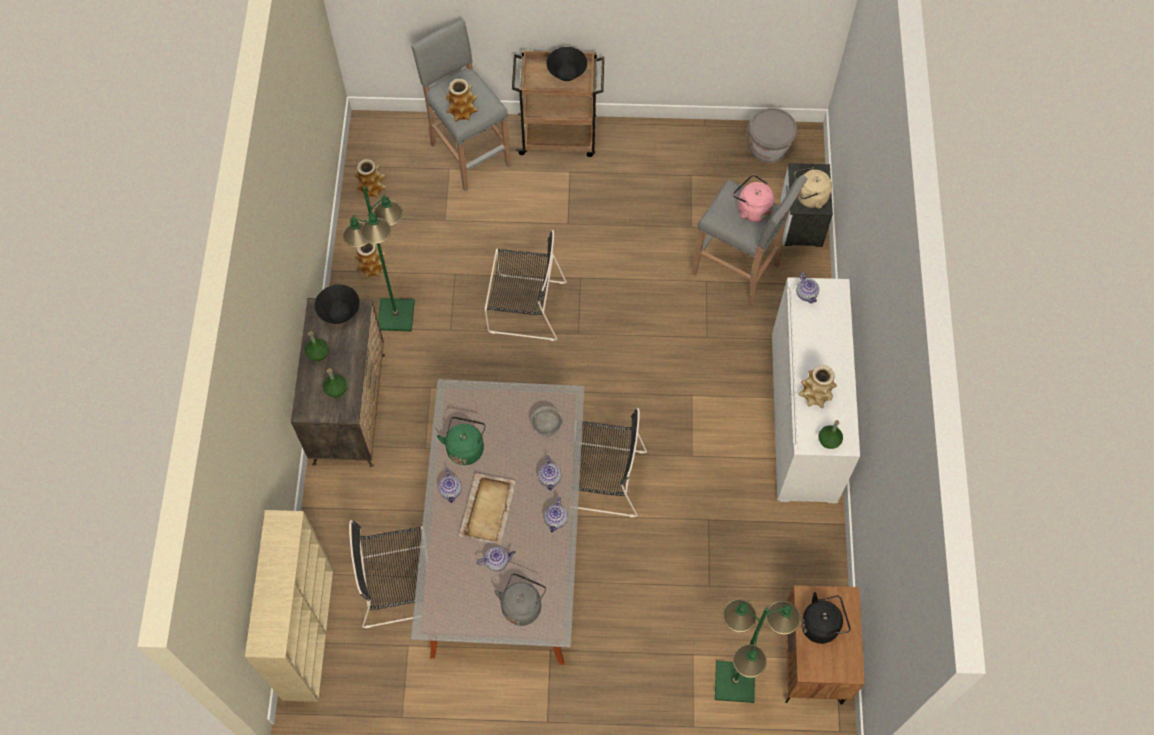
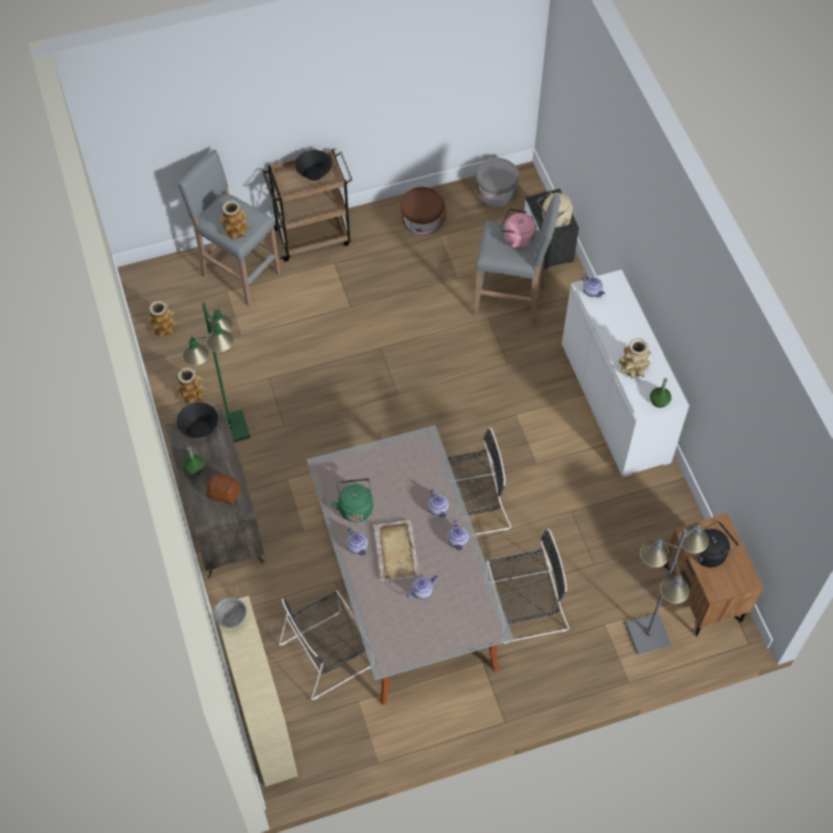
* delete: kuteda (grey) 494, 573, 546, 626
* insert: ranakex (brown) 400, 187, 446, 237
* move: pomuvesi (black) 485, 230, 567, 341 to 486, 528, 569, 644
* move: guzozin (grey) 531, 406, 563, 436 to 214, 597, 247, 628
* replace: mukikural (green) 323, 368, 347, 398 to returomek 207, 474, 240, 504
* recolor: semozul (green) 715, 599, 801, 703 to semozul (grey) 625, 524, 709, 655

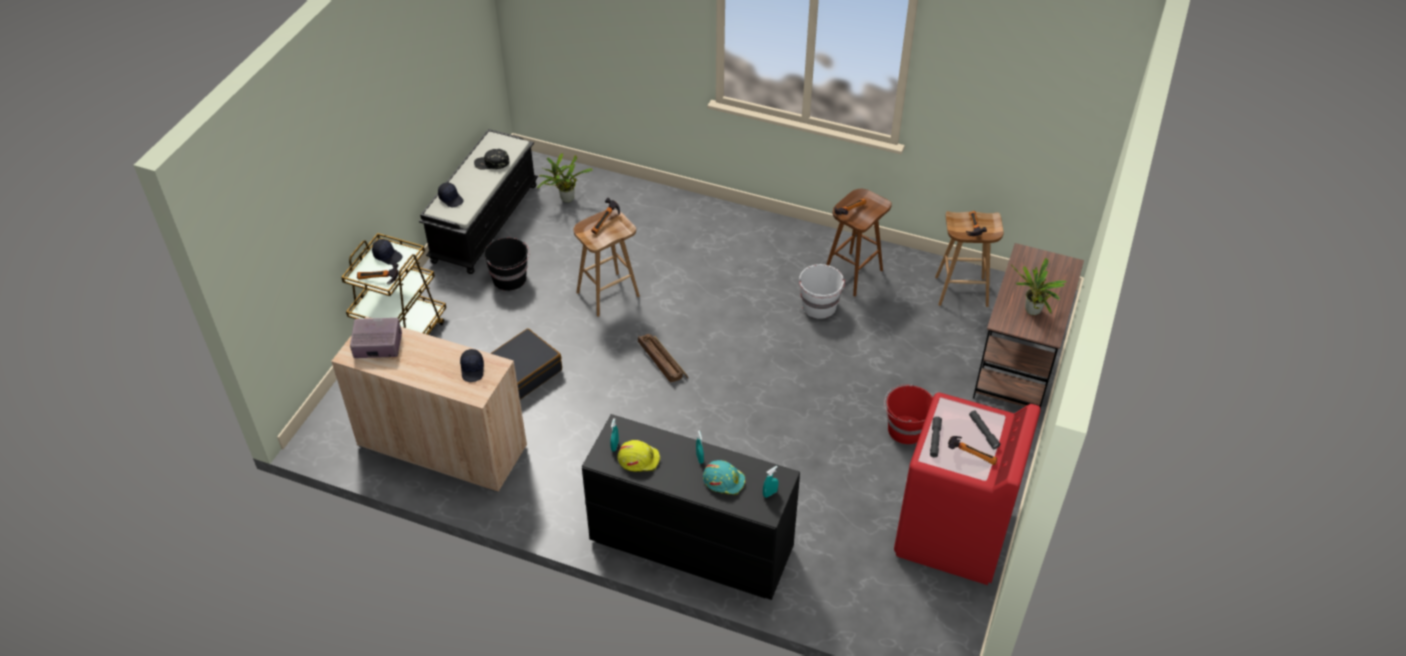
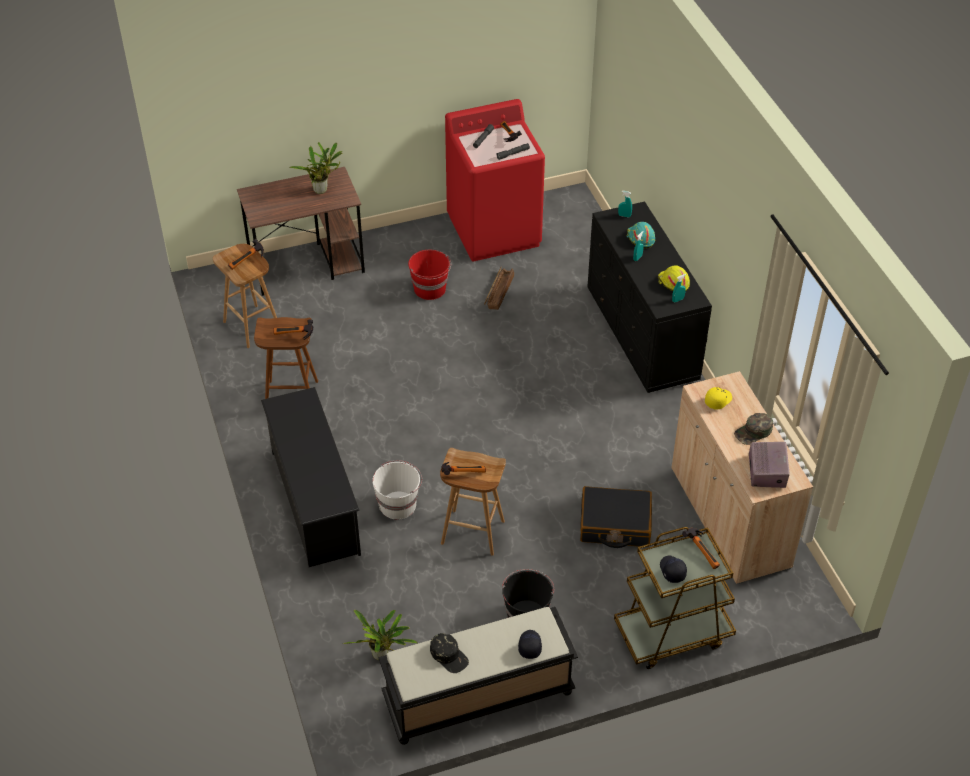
* insert: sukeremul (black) 261, 387, 361, 567
* insert: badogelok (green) 734, 413, 773, 445
* move: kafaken 638, 334, 688, 382 to 484, 268, 514, 310
* move: ranakex (white) 799, 264, 845, 319 to 372, 460, 422, 519
* recolor: badogelok (black) 460, 349, 484, 382 to badogelok (yellow) 705, 387, 732, 410
* rotate: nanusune 350, 318, 402, 358 = 749, 442, 790, 488 135 degrees counterclockwise

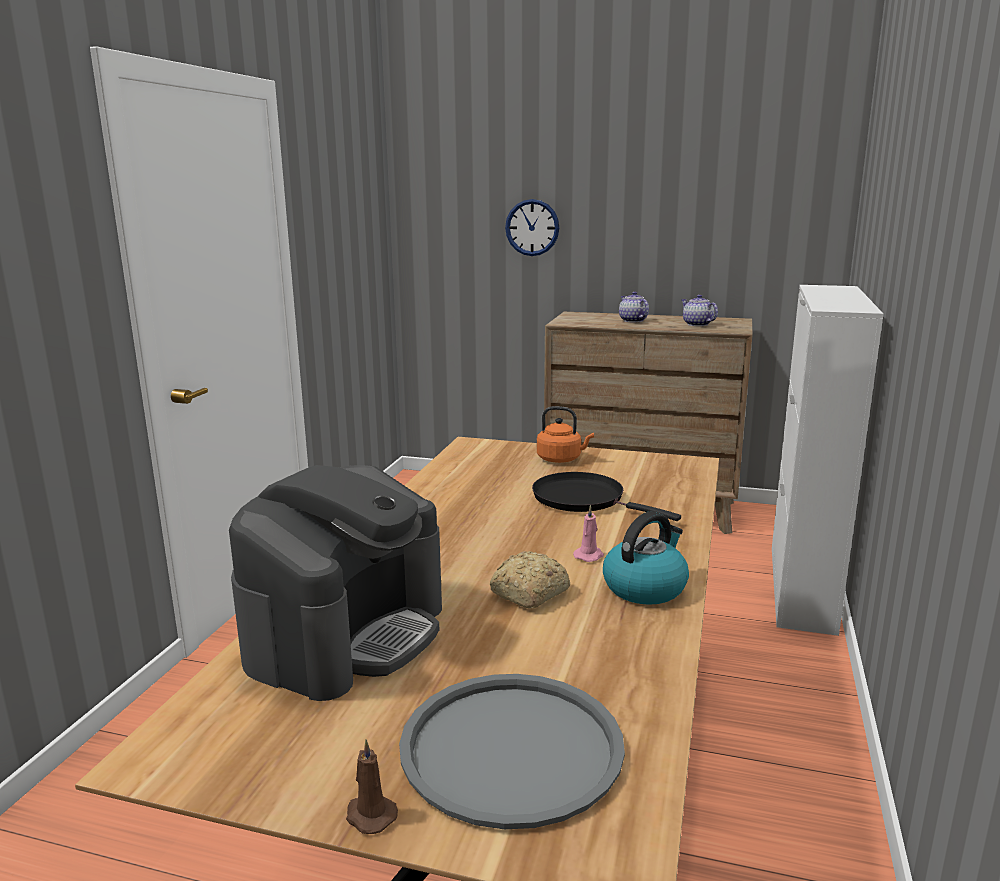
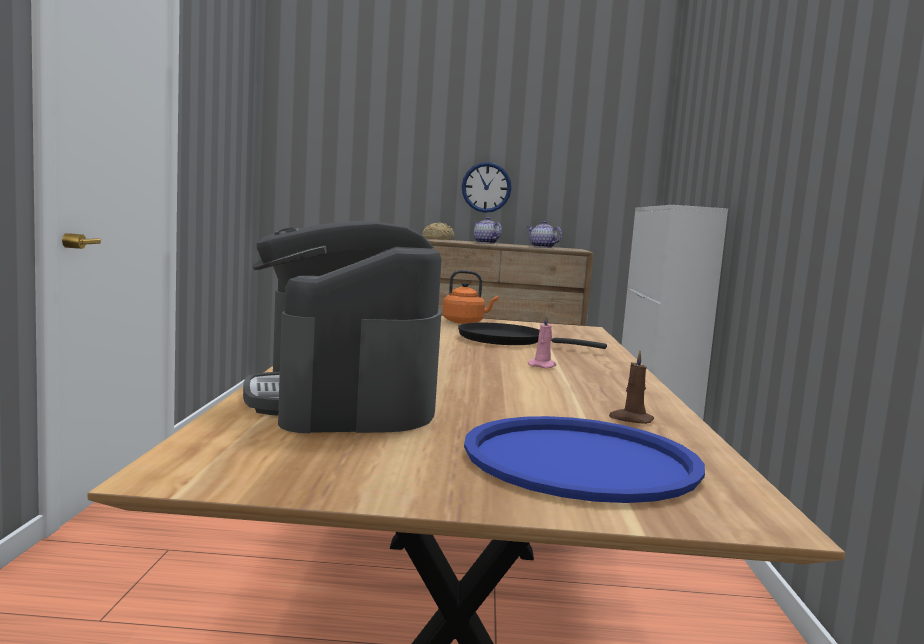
* delete: kuteda 603, 511, 689, 605
* move: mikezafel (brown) 346, 739, 398, 834 to 609, 350, 654, 424
* move: returomek 489, 551, 570, 609 to 422, 222, 455, 240
* move: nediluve 505, 199, 559, 256 to 462, 162, 511, 213
* recolor: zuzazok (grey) 399, 674, 625, 829 to zuzazok (blue) 464, 416, 705, 503
* rotate: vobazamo 229, 465, 442, 701 = 243, 220, 442, 433 150 degrees clockwise

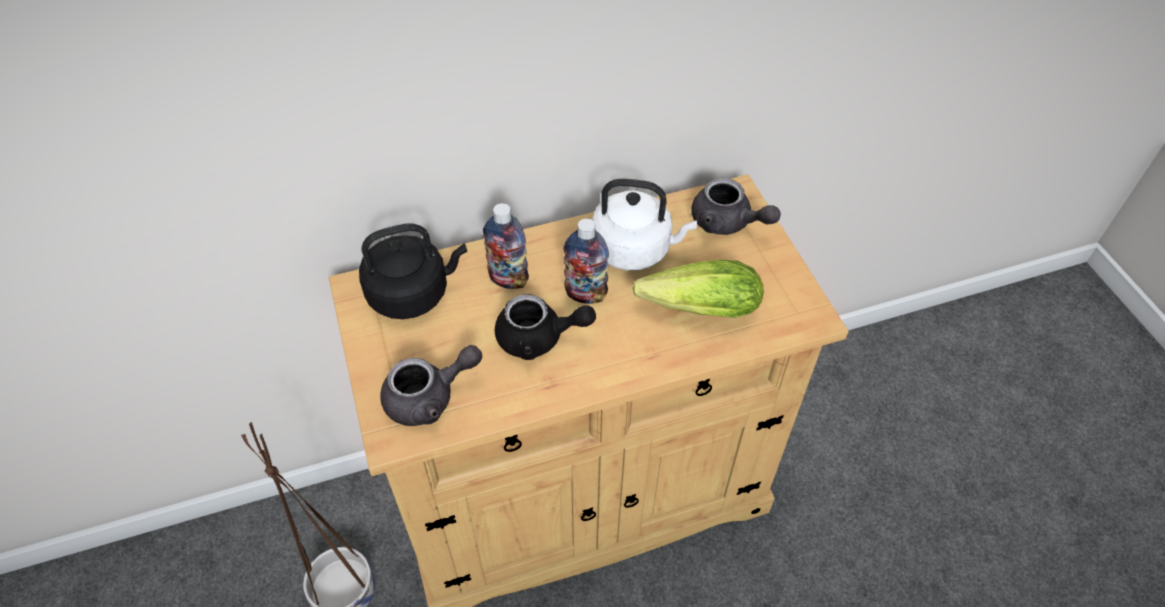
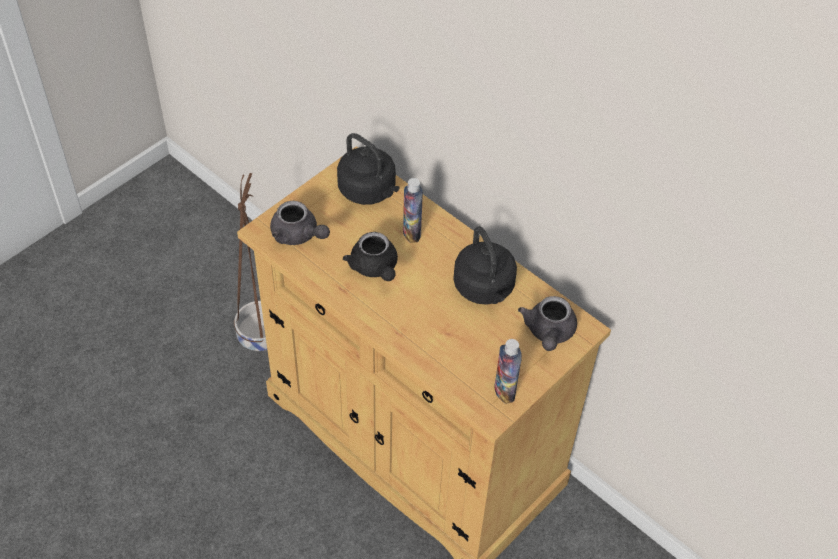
* delete: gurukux 632, 260, 763, 318
* move: mukikural 563, 219, 609, 304 to 494, 339, 522, 404
* recolor: kuteda (white) 592, 179, 697, 271 to kuteda (black) 453, 226, 517, 305

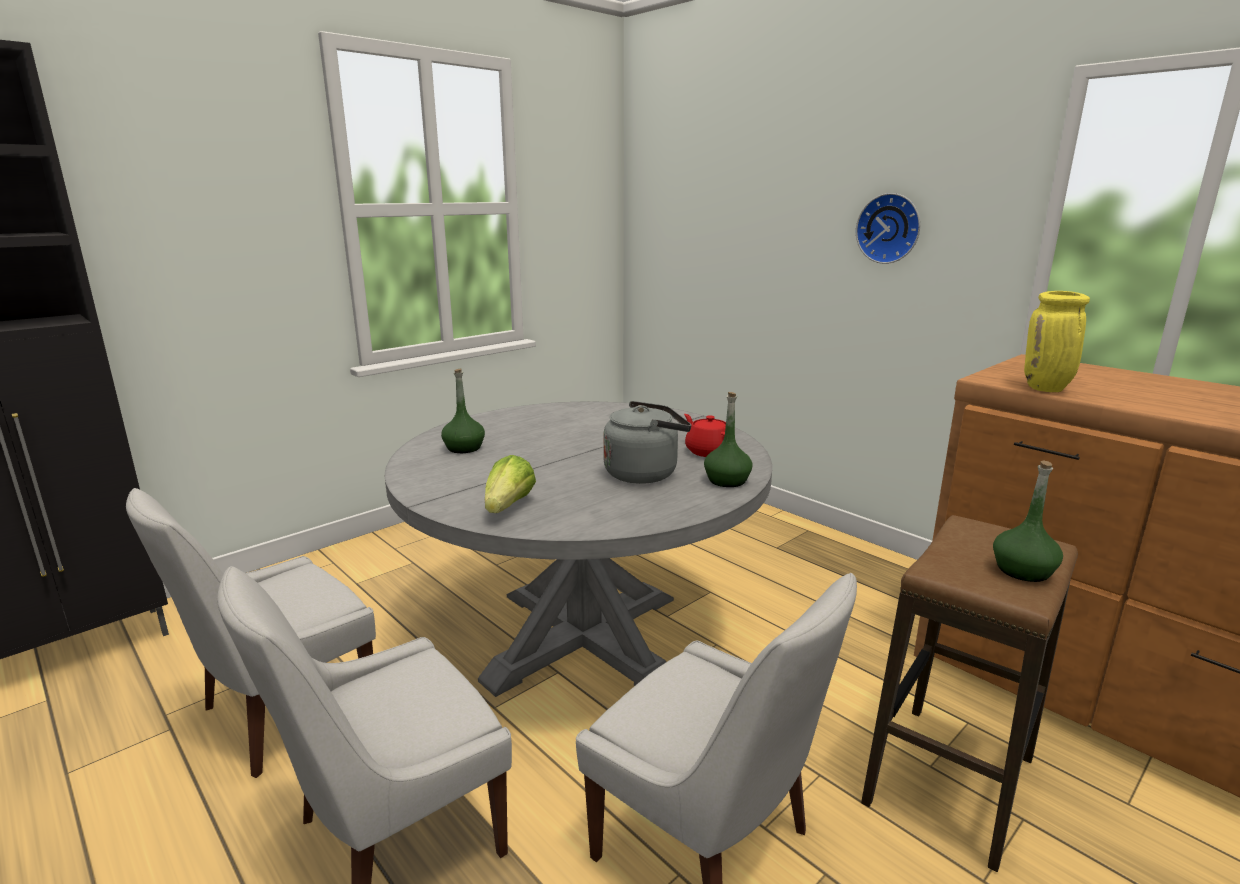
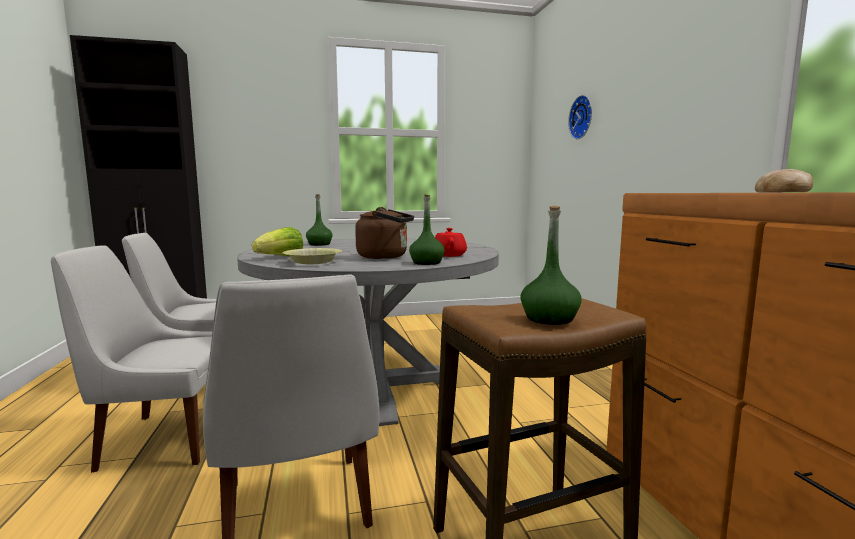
* delete: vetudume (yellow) 1024, 291, 1090, 392
* insert: guzozin (yellow) 282, 248, 342, 264
* insert: returomek 755, 169, 813, 192
* move: nediluve 856, 193, 920, 264 to 568, 95, 592, 139
* recolor: kuteda (grey) 603, 401, 691, 484 to kuteda (brown) 355, 207, 414, 259

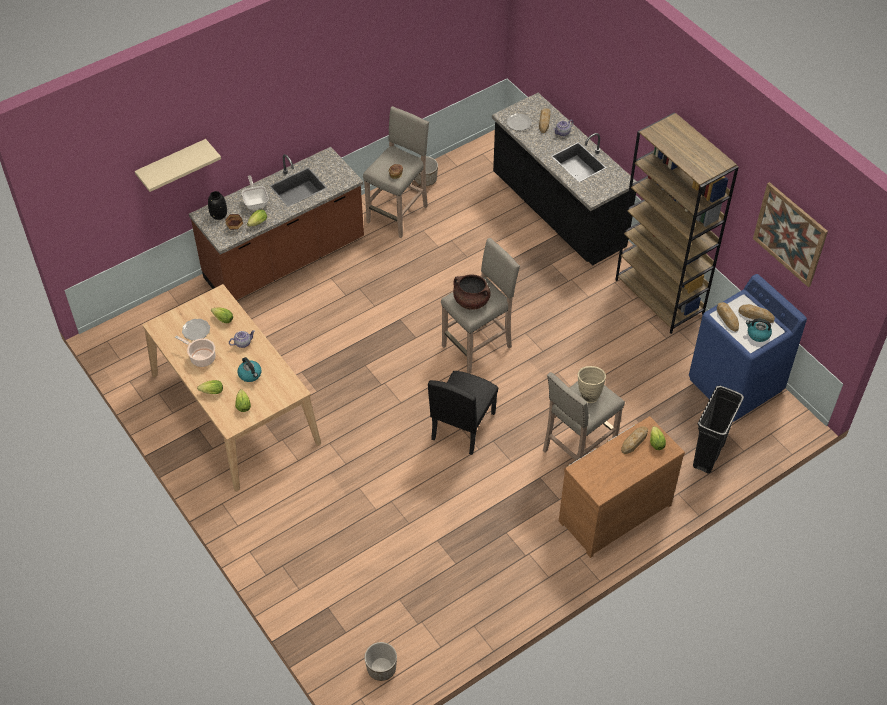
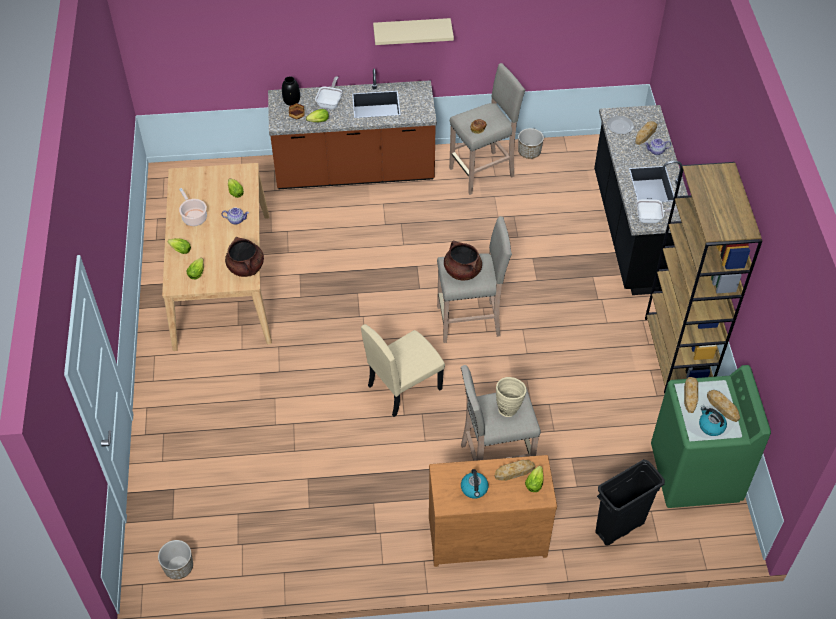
* delete: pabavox 182, 319, 210, 340
* delete: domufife 753, 182, 828, 287
* insert: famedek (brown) 225, 237, 264, 277
* insert: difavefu 636, 199, 678, 223
* move: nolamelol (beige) 135, 139, 221, 192 to 373, 18, 454, 45
* move: kuteda 237, 357, 262, 382 to 461, 469, 488, 499
* recolor: pomuvesi (black) 428, 371, 498, 455 to pomuvesi (beige) 361, 324, 445, 417
* recolor: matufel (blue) 689, 274, 807, 422 to matufel (green) 651, 365, 771, 508

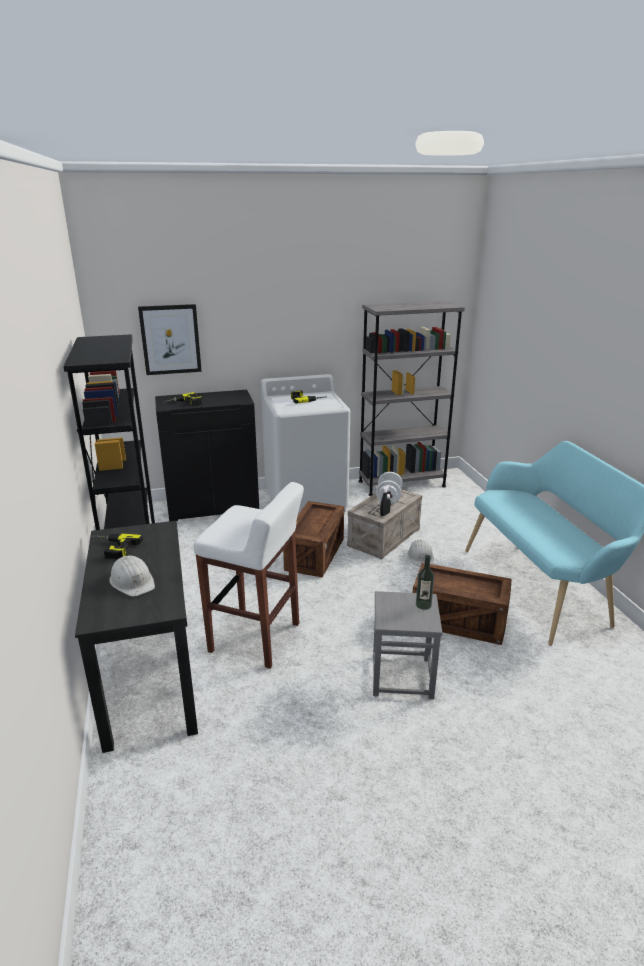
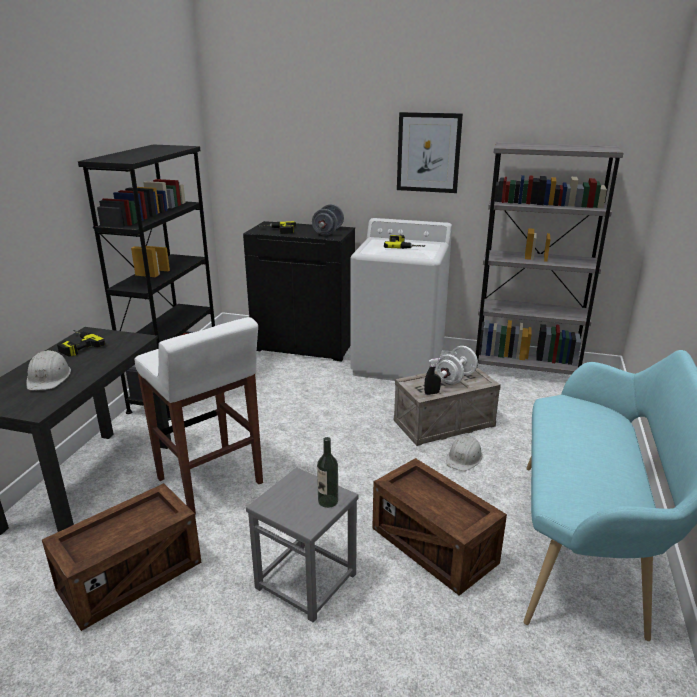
* insert: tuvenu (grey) 312, 204, 344, 236
* move: domufife 138, 304, 202, 375 to 397, 112, 463, 193
* move: kafaken 283, 501, 344, 578 to 42, 483, 201, 631

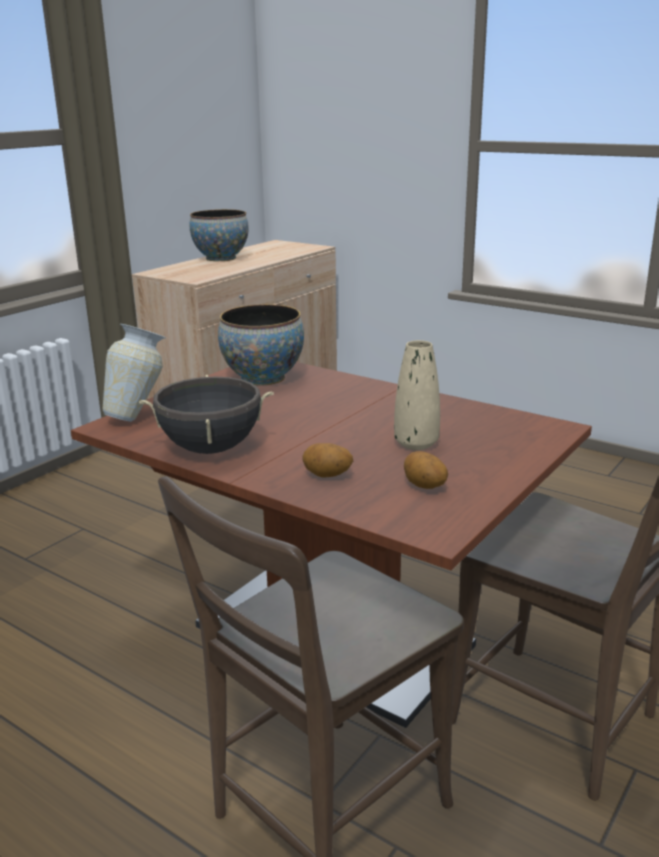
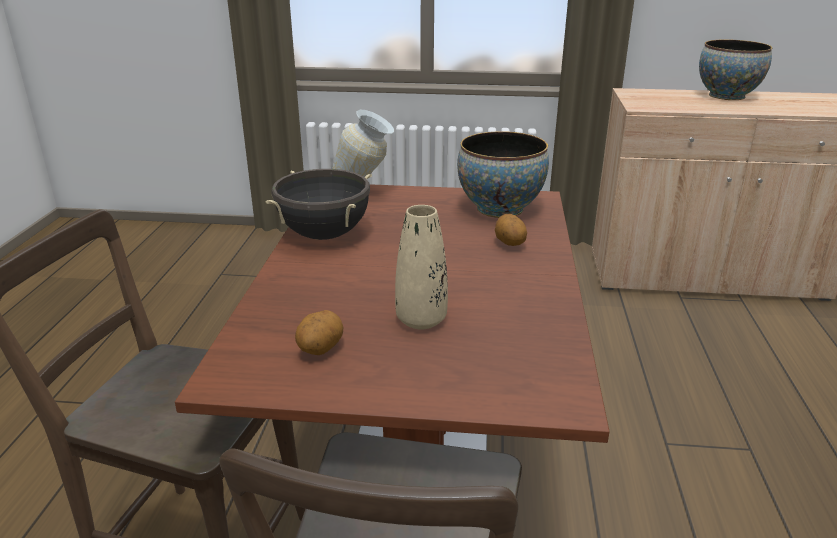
* move: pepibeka 303, 443, 353, 477 to 495, 214, 527, 246

